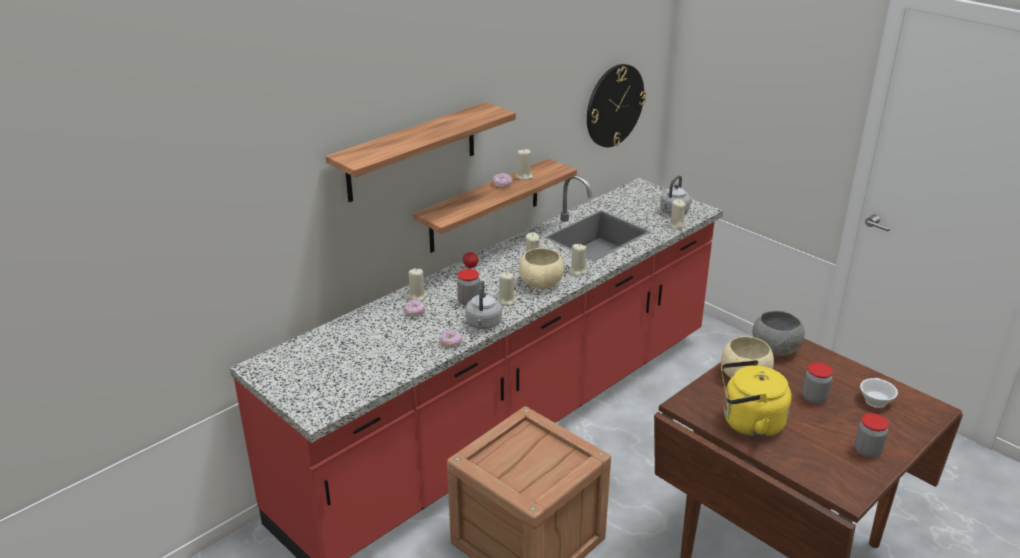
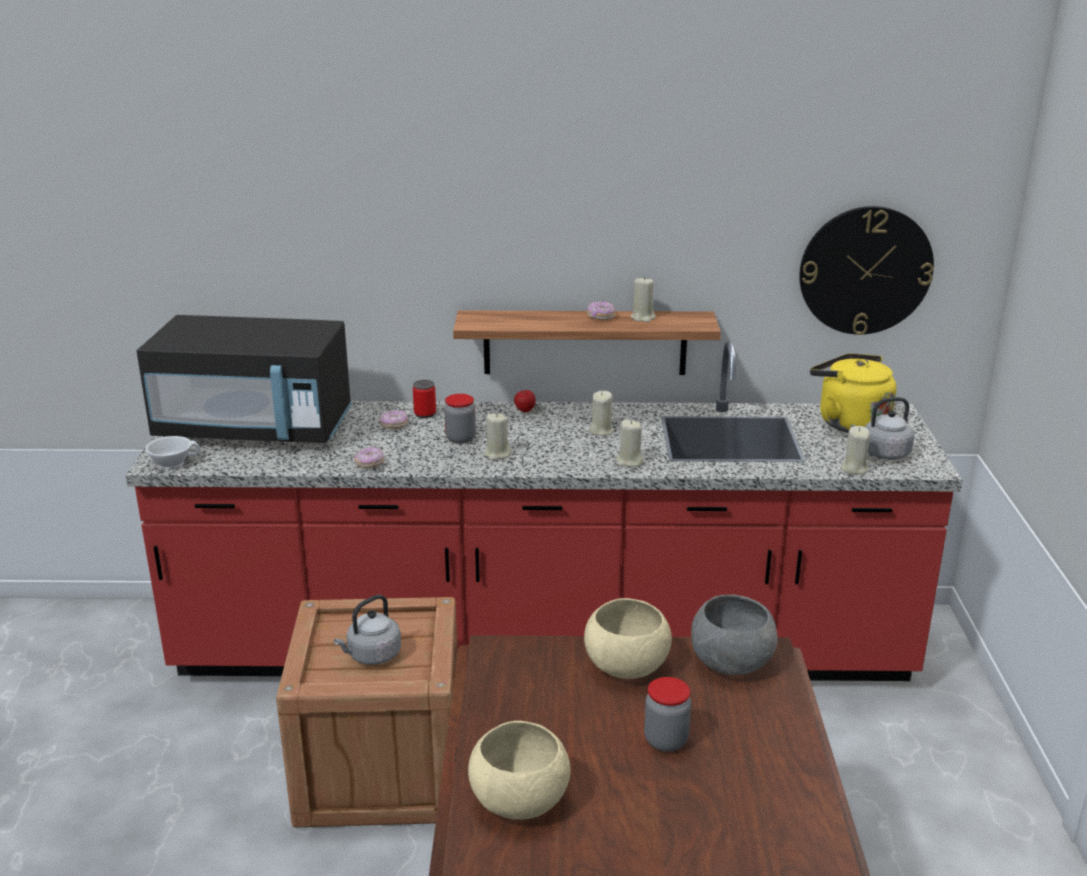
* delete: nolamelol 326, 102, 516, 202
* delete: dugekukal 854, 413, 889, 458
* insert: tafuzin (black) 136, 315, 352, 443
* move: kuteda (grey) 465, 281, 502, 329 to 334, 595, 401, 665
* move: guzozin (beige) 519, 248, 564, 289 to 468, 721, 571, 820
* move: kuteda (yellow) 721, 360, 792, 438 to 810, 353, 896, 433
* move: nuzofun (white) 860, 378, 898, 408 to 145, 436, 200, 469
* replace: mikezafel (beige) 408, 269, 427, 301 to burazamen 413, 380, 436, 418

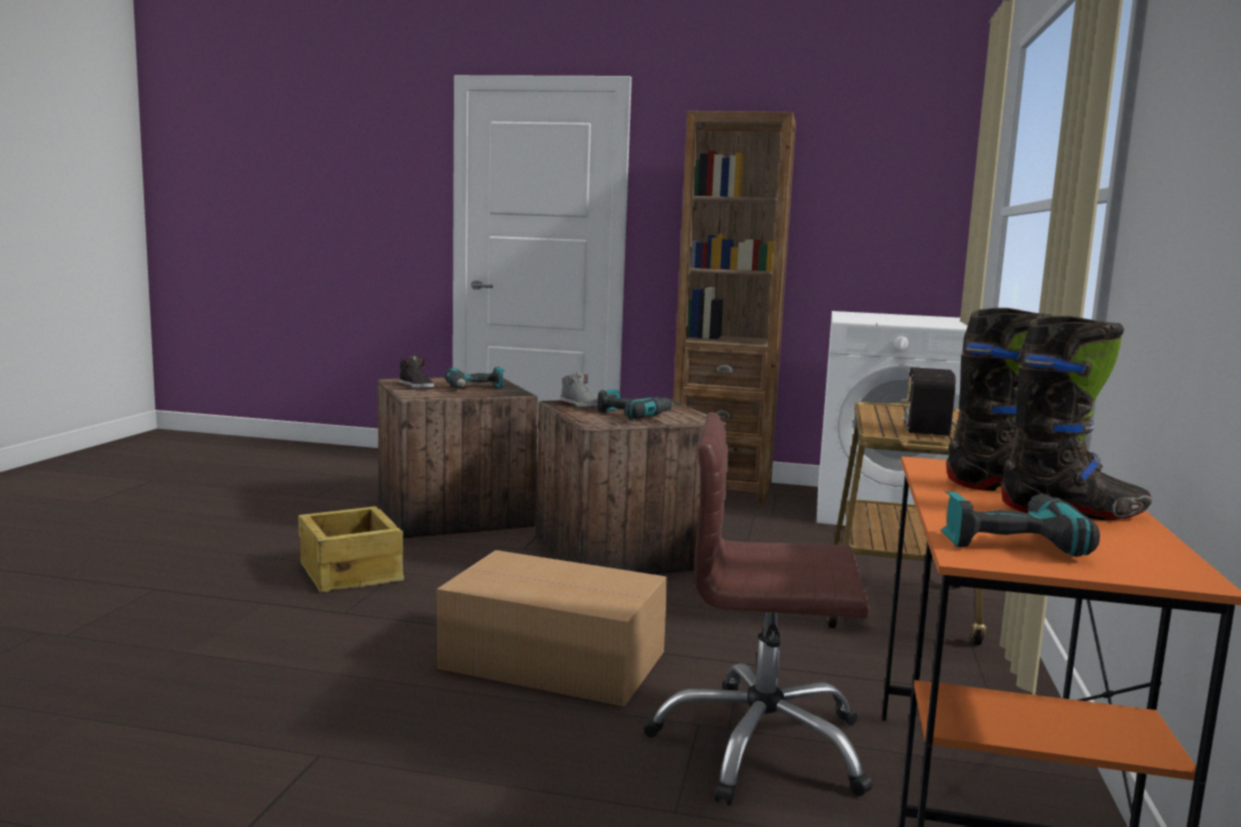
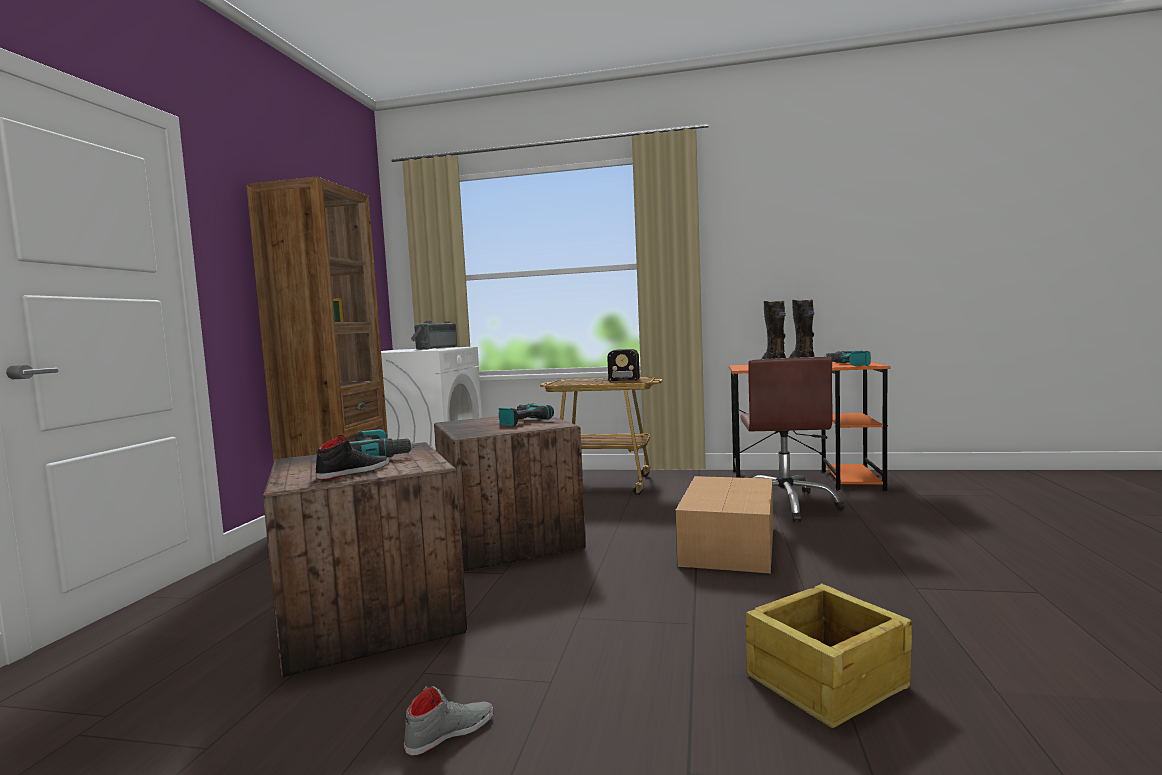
* insert: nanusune 411, 321, 457, 350
* move: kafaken 298, 506, 404, 592 to 746, 584, 912, 728
* move: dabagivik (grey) 561, 371, 598, 407 to 404, 686, 494, 756

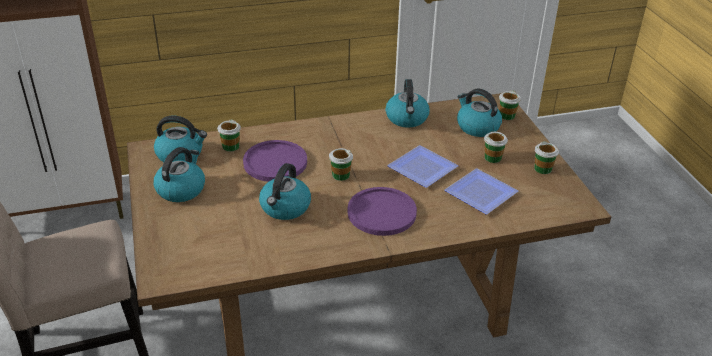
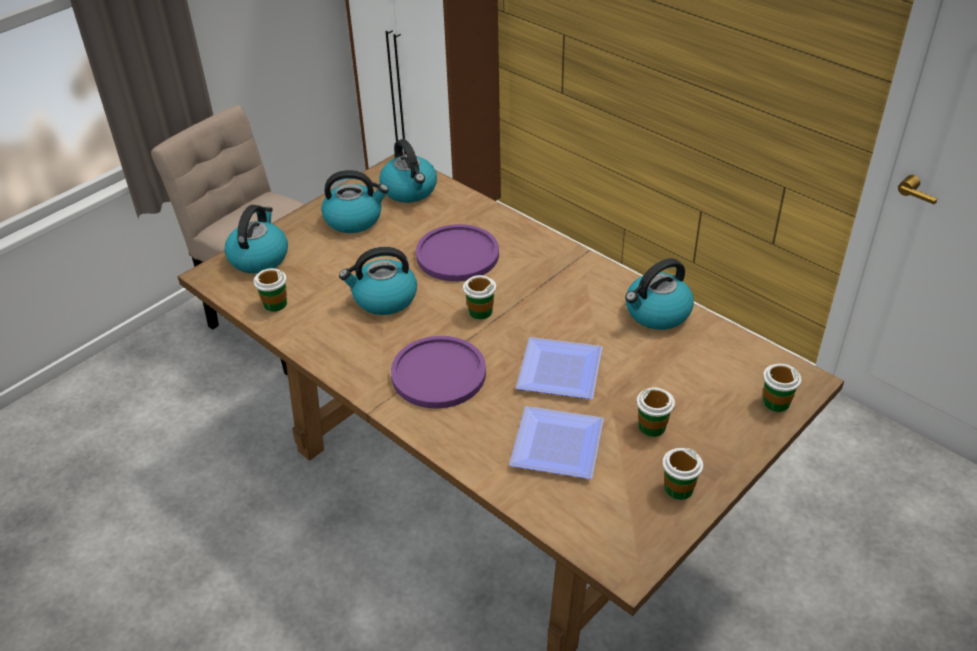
* move: nuzofun 217, 120, 241, 151 to 253, 268, 287, 312
* move: kuteda 457, 89, 502, 137 to 224, 205, 288, 274

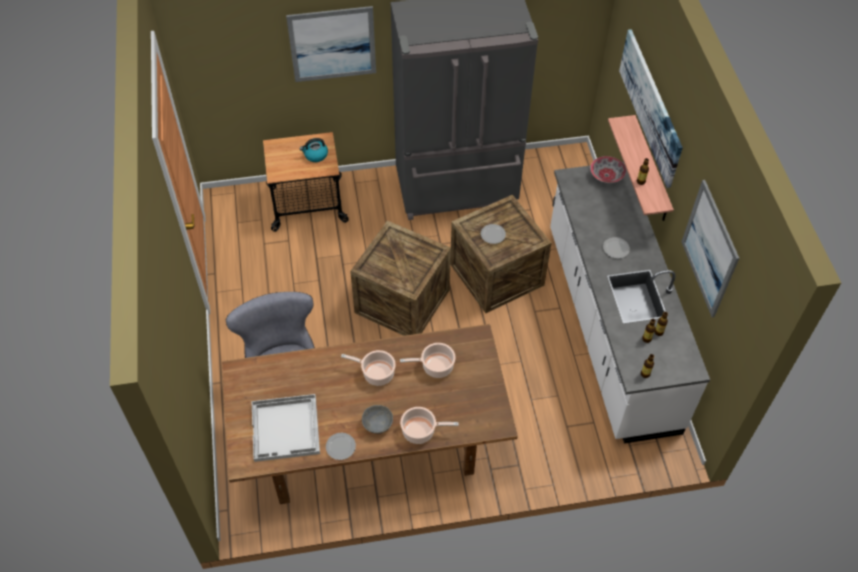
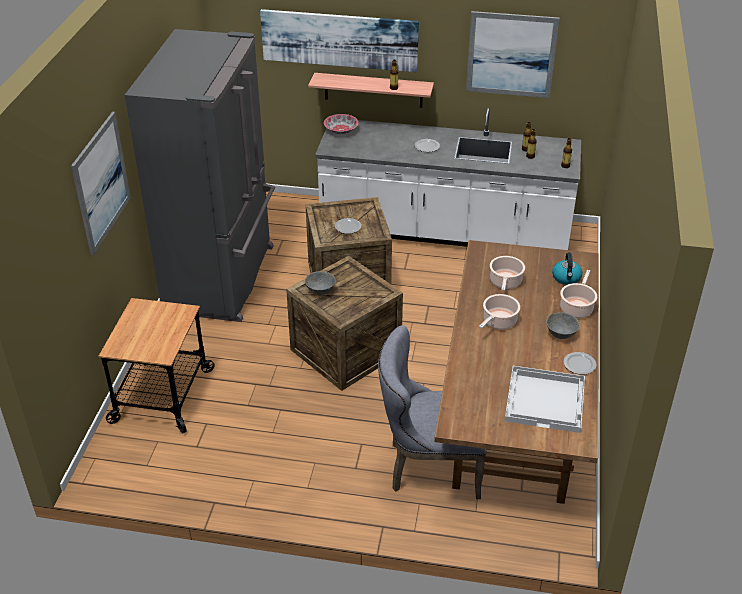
* insert: guzozin (grey) 305, 271, 336, 295
* move: kuteda 300, 138, 328, 162 to 552, 253, 582, 285

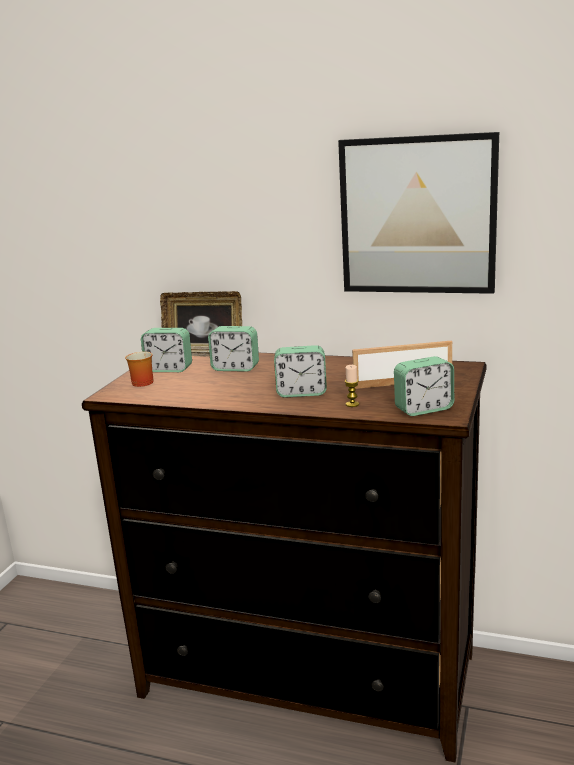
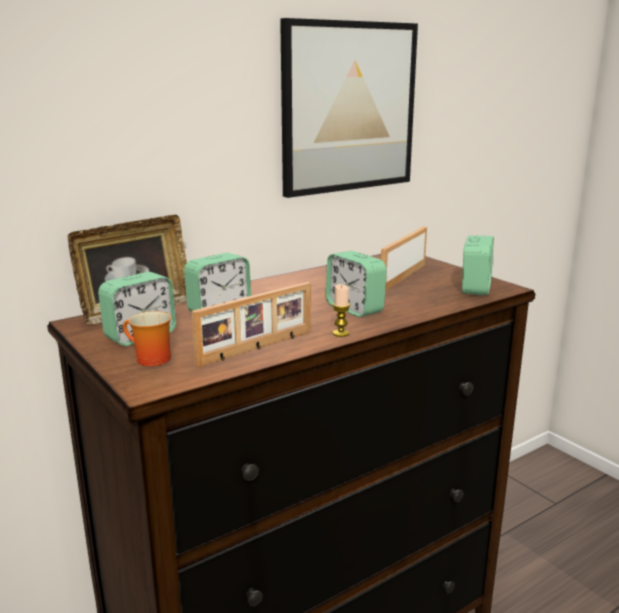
* insert: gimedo 192, 282, 311, 367
* move: mikezafel 345, 365, 359, 407 to 333, 284, 350, 337
* rotate: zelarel 274, 345, 327, 398 = 326, 251, 387, 317 105 degrees clockwise

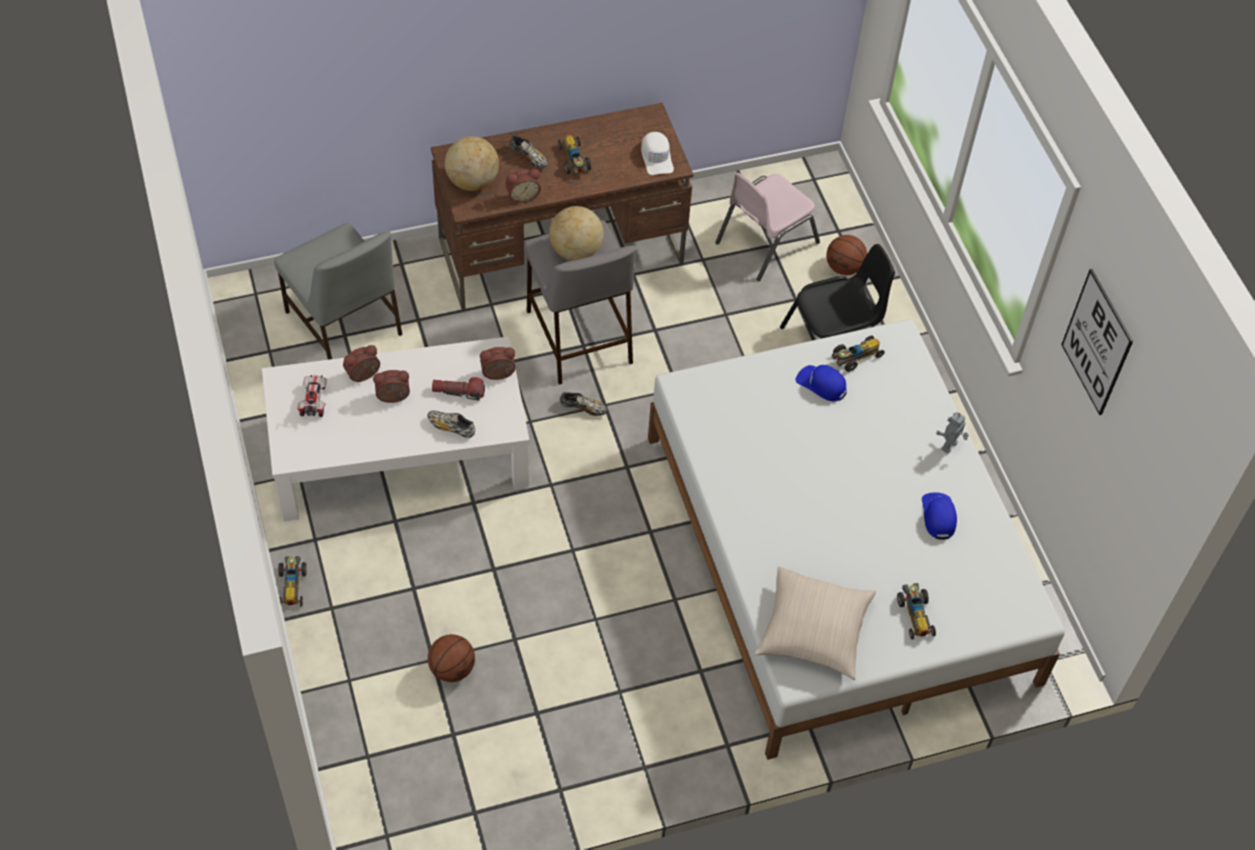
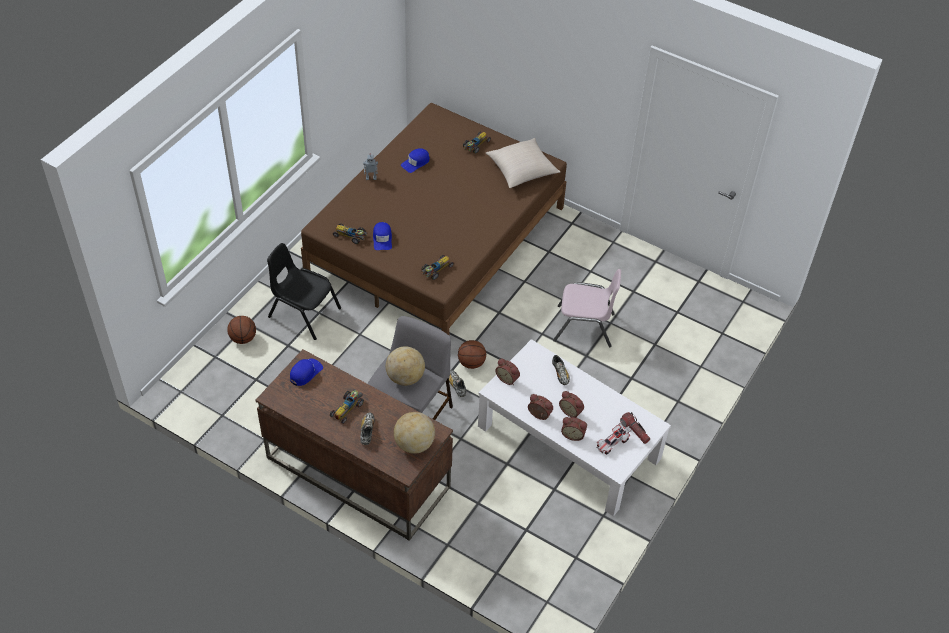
* delete: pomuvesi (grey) 274, 223, 403, 360
* delete: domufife 1061, 269, 1133, 415
* move: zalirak 278, 556, 307, 607 to 421, 255, 454, 280
* move: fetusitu 428, 634, 475, 682 to 458, 340, 486, 369
* move: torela 432, 377, 485, 400 to 620, 412, 650, 444
* move: zelarel 505, 169, 541, 203 to 528, 394, 553, 420
* move: pomuvesi (pink) 715, 173, 820, 281 to 553, 269, 621, 347
* recolor: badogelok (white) 641, 132, 674, 175 to badogelok (blue) 290, 358, 323, 386
* recolor: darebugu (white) 648, 319, 1065, 760 to darebugu (brown) 301, 103, 567, 335

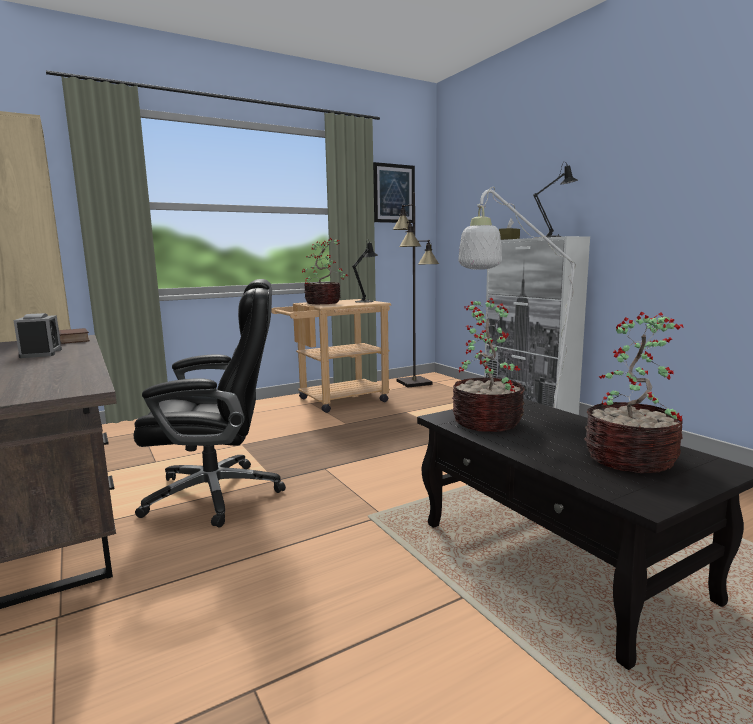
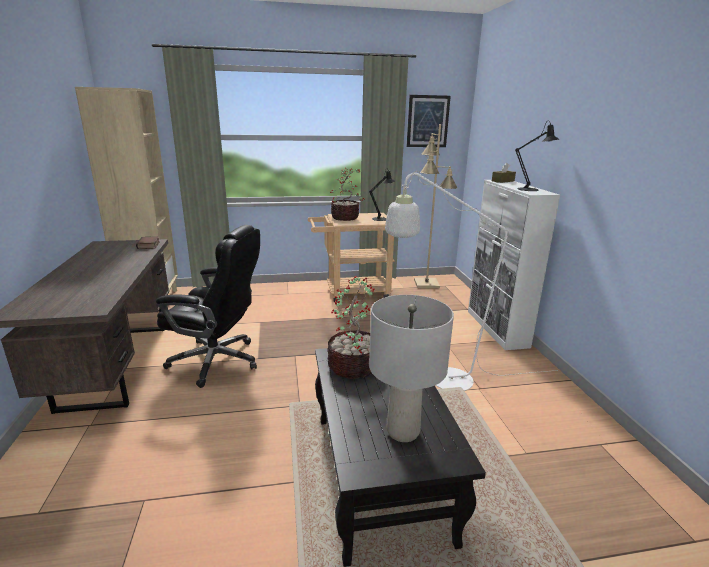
* delete: zelarel 13, 313, 62, 358
* replace: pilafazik 584, 312, 684, 473 to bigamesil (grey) 369, 295, 454, 442
* recolor: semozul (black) 392, 192, 439, 387 to semozul (beige) 414, 124, 458, 288

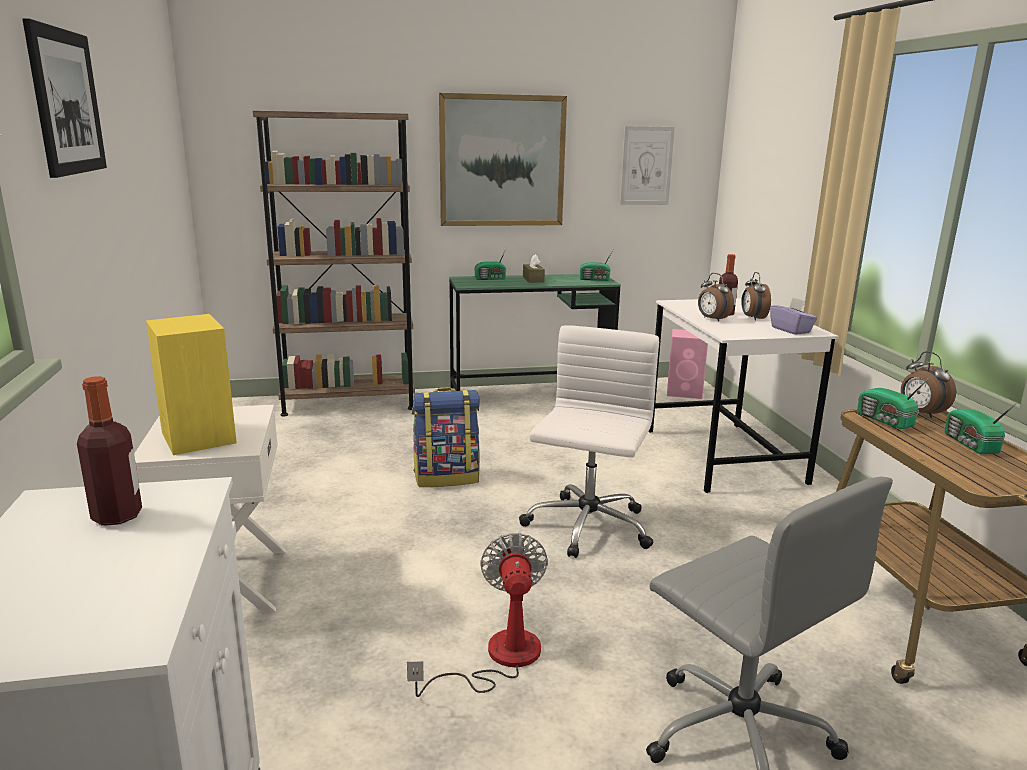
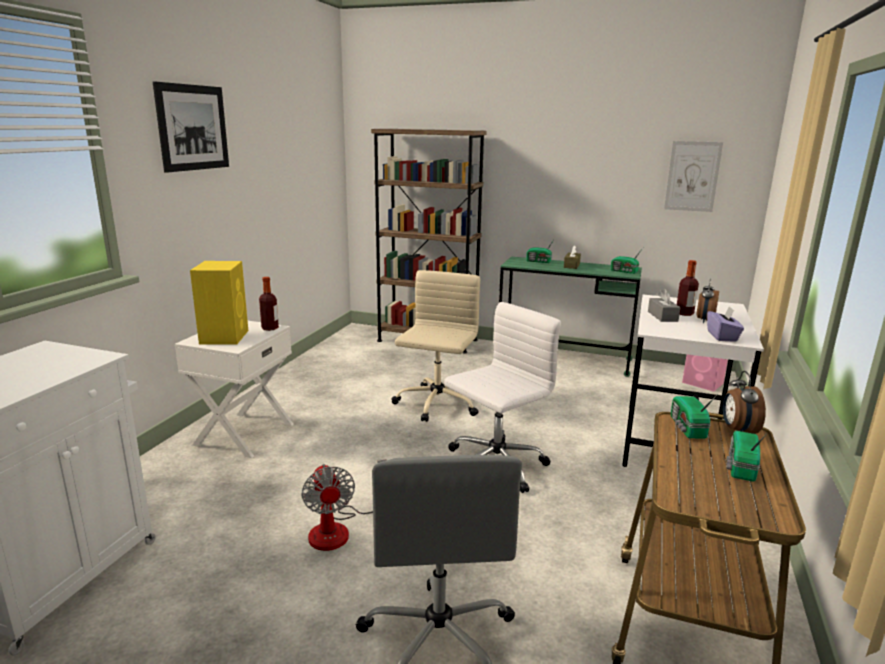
* delete: domufife 439, 93, 567, 226
* move: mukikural 77, 376, 142, 526 to 259, 277, 279, 331
* replace: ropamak 412, 388, 480, 487 to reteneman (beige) 391, 270, 480, 422
* replace: zelarel 698, 273, 734, 322 to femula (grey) 648, 289, 681, 322
* rotate: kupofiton 407, 533, 548, 697 = 301, 459, 387, 551 135 degrees clockwise

